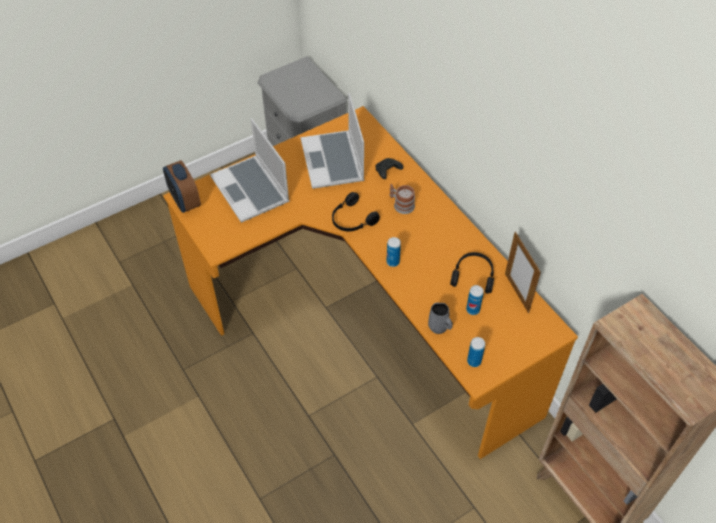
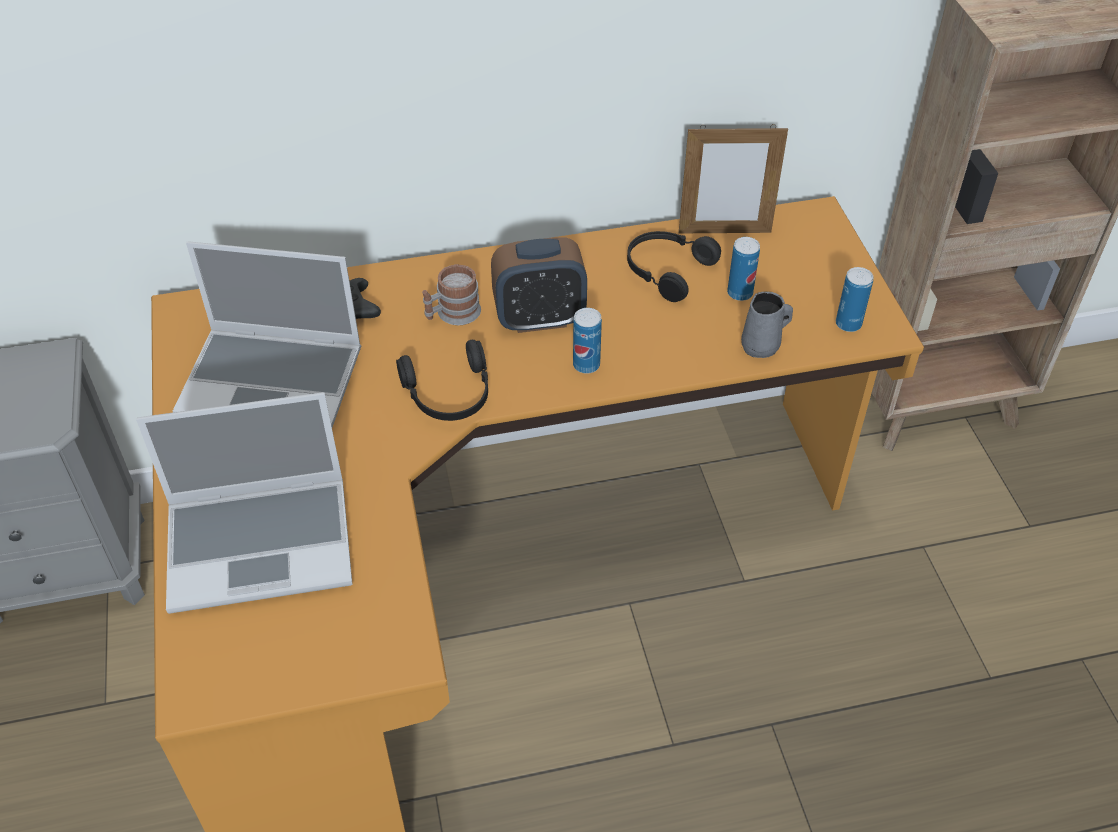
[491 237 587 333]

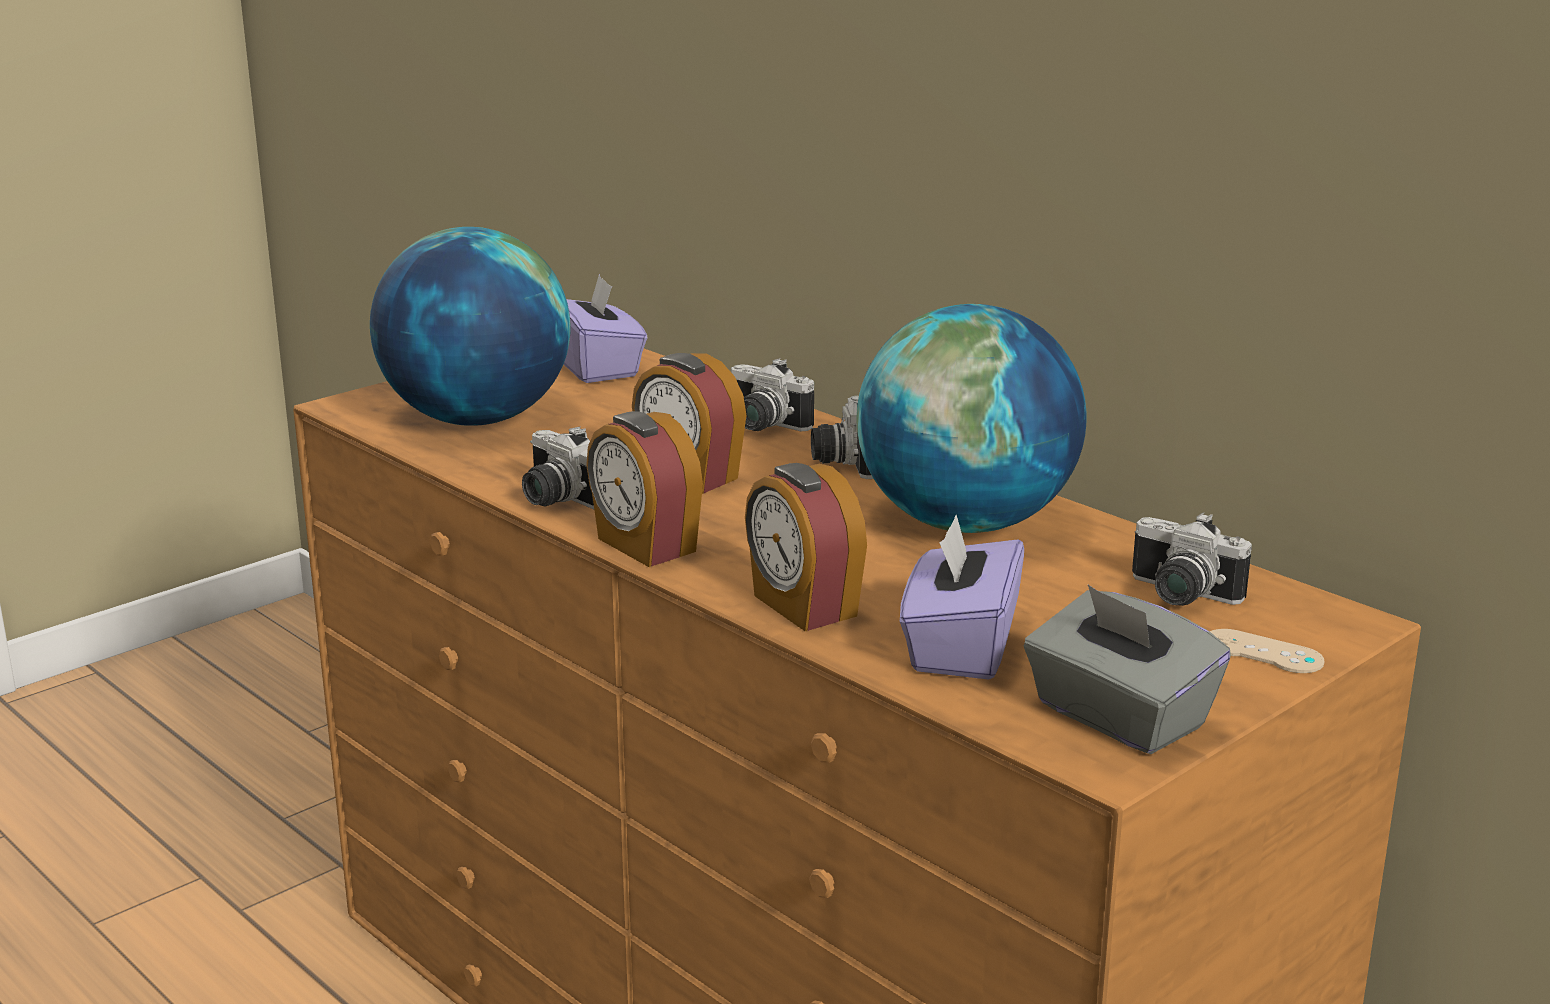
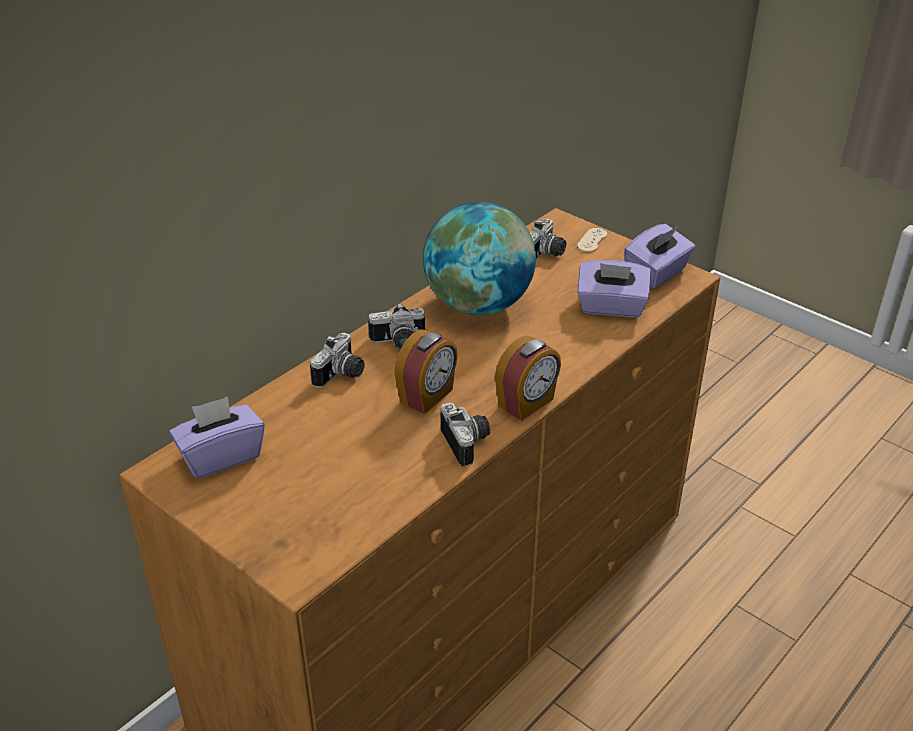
[370 227 571 426] (first image)
[441 403 490 467]
[745 463 867 631] (first image)
[624 224 695 288]

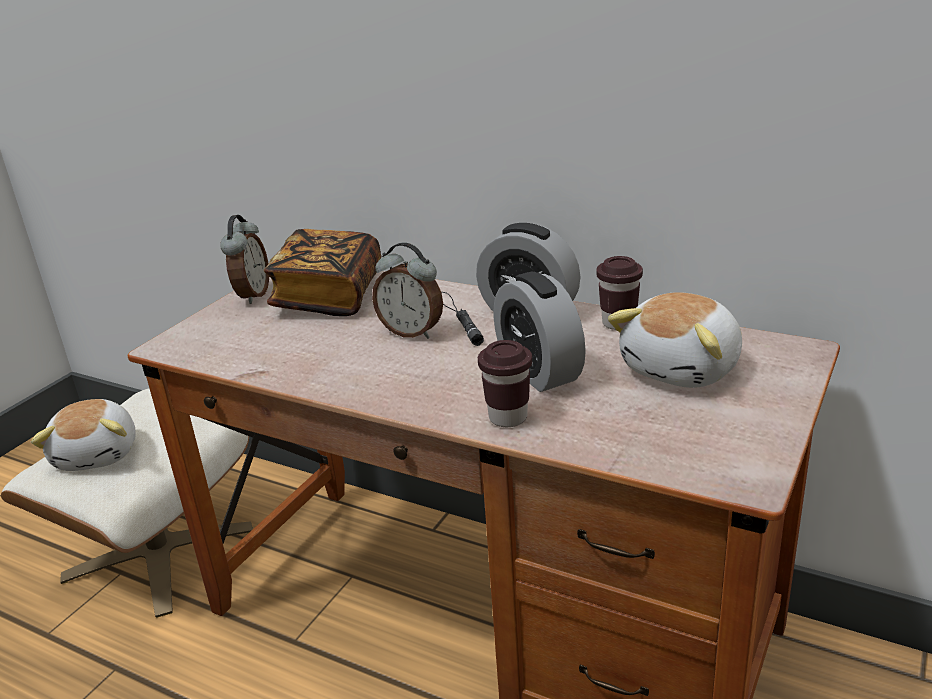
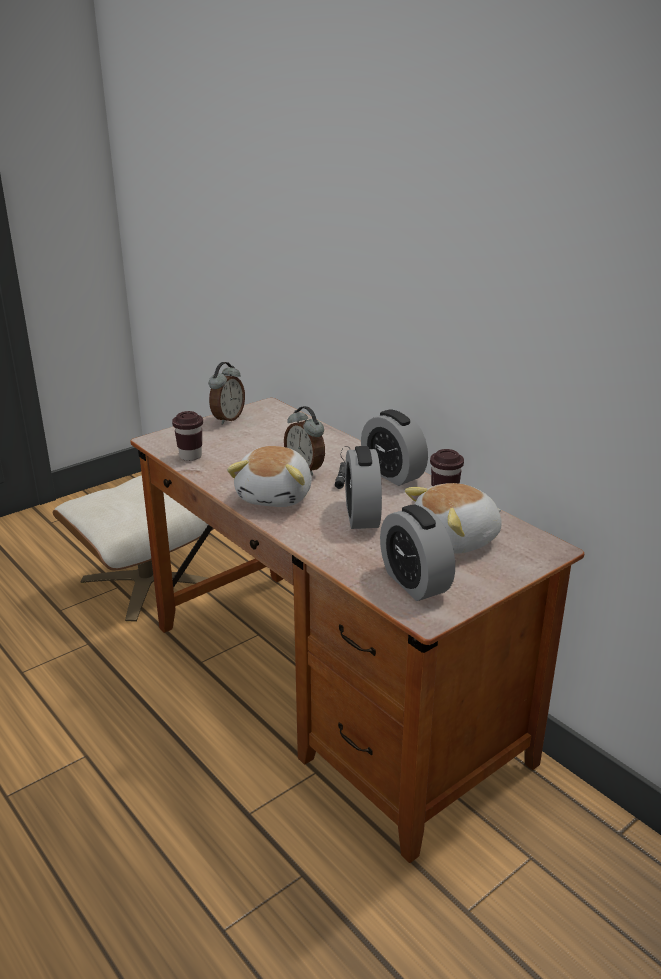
[264 229 381 316] (first image)
[172 411 203 461]
[227 446 312 507]
[380 504 455 601]

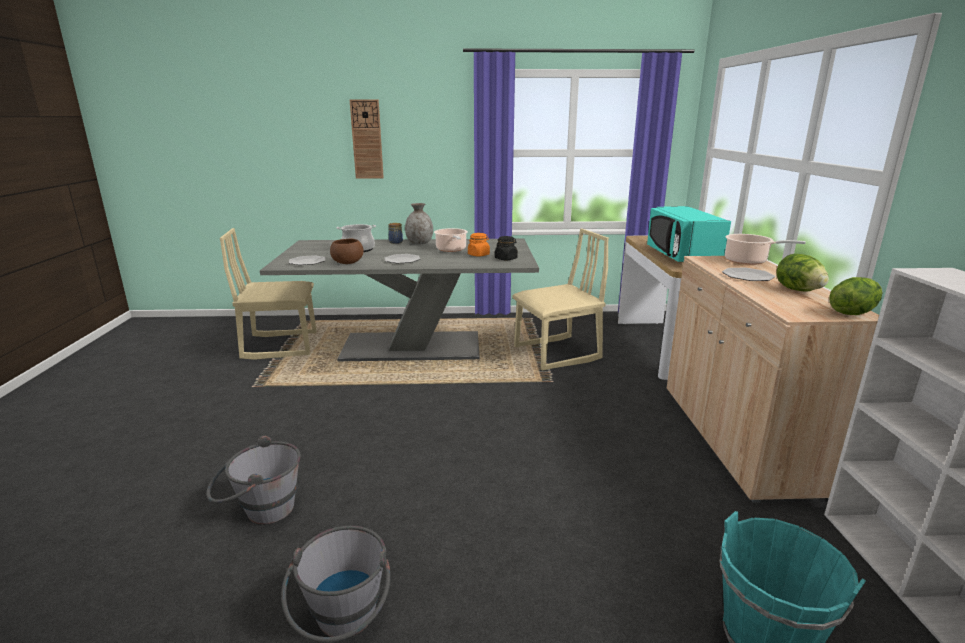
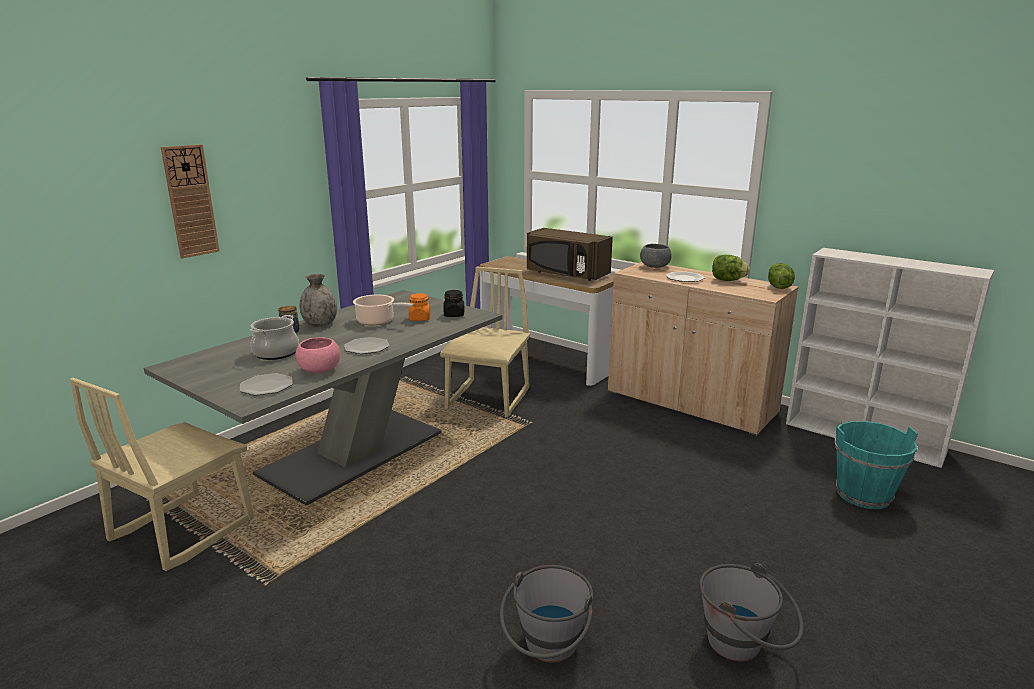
[527 228 613 281]
[640 244 672 268]
[295 337 340 373]

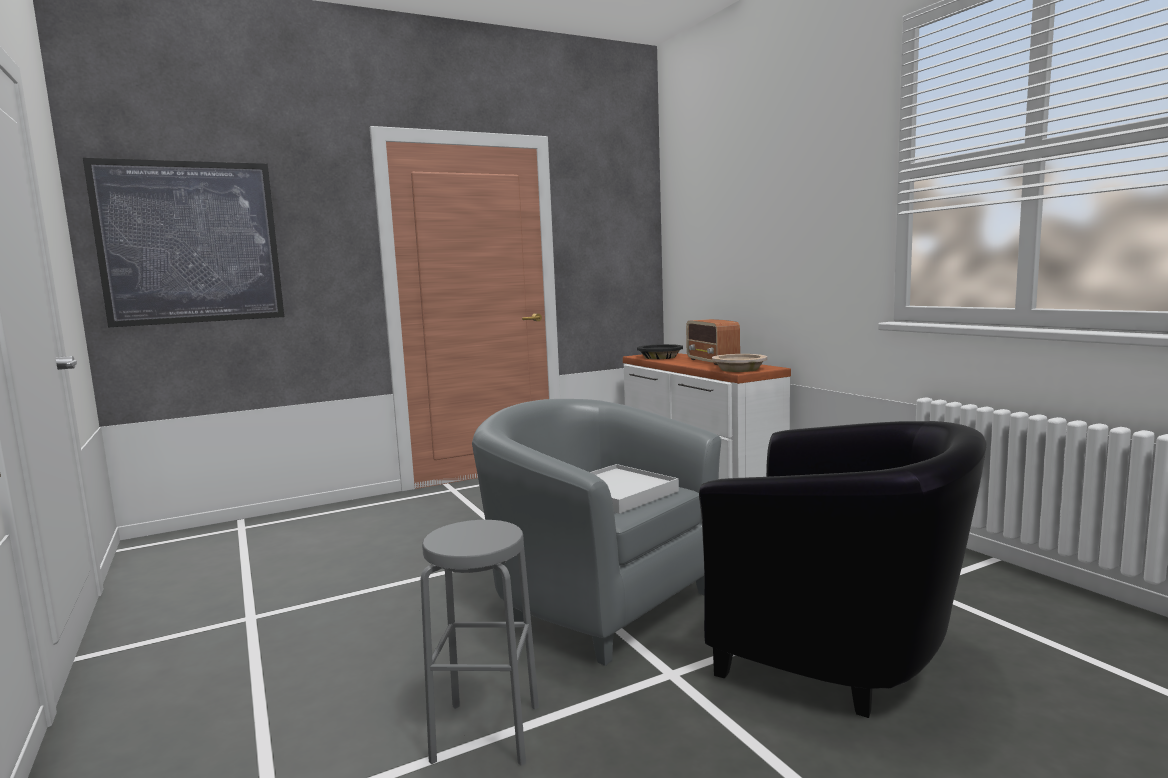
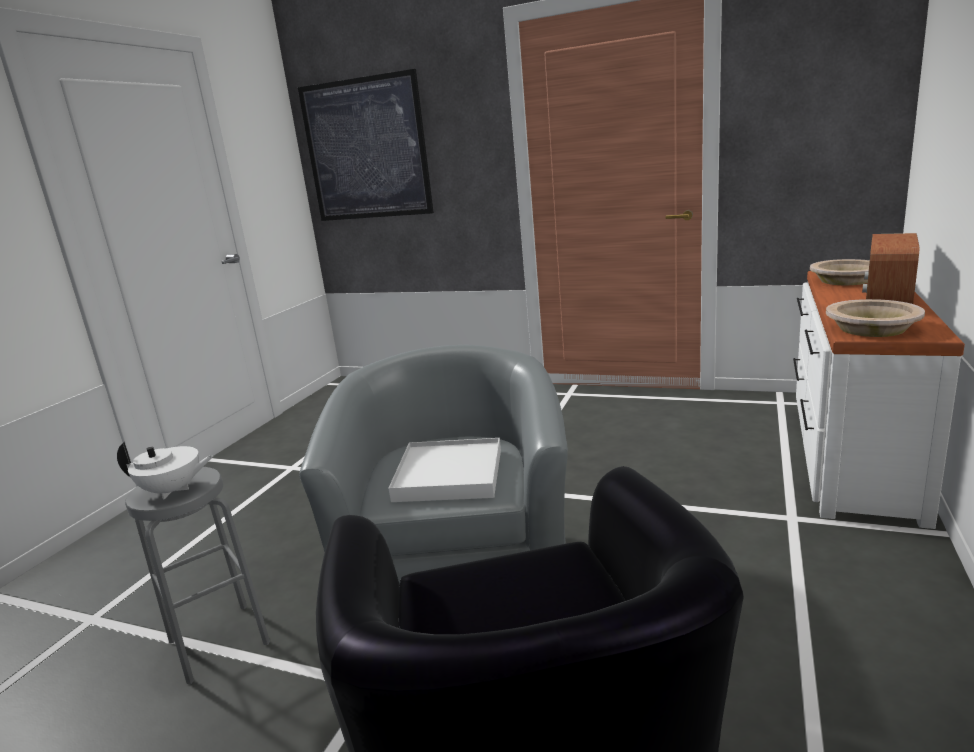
[810 259 870 285]
[117 442 213 499]

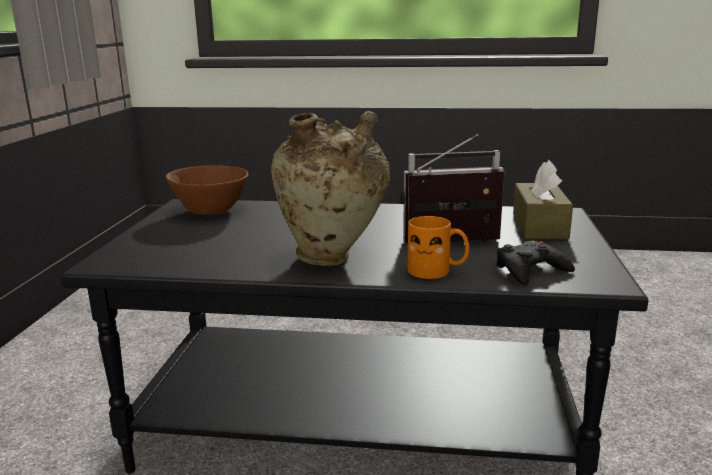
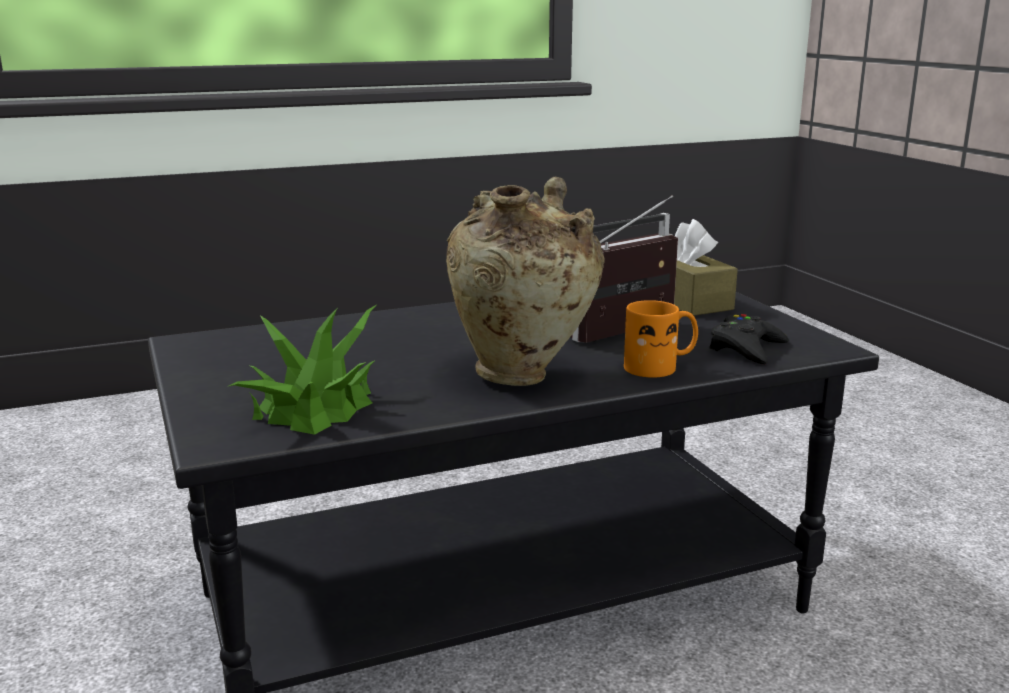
[166 165 248 215] (first image)
[227 305 376 435]

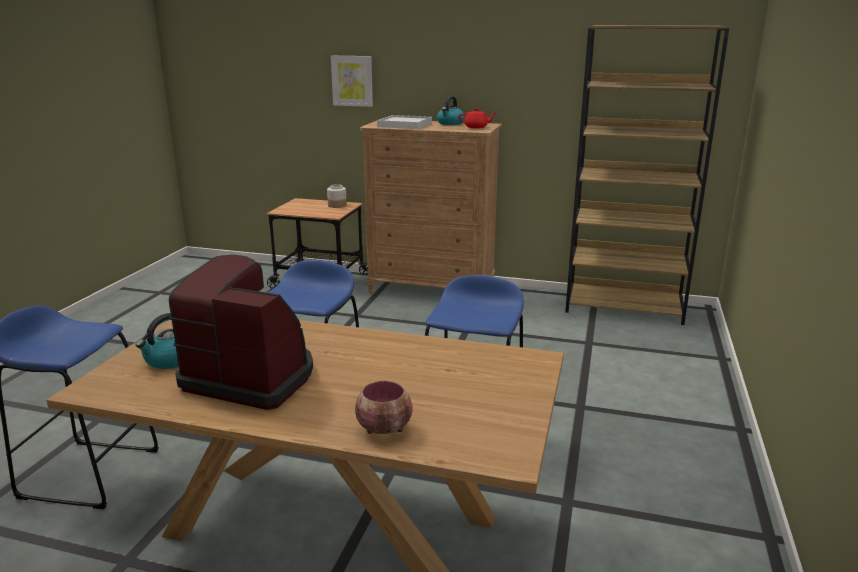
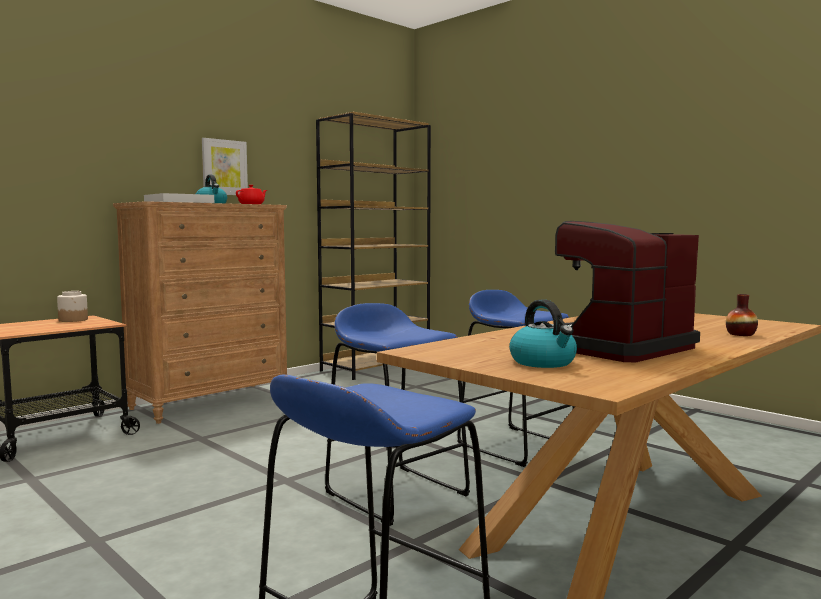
[202 138 248 195]
[726 294 758 336]

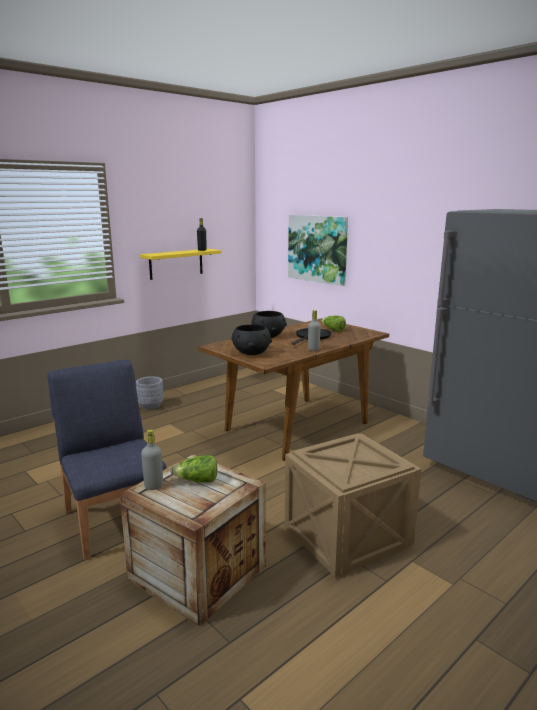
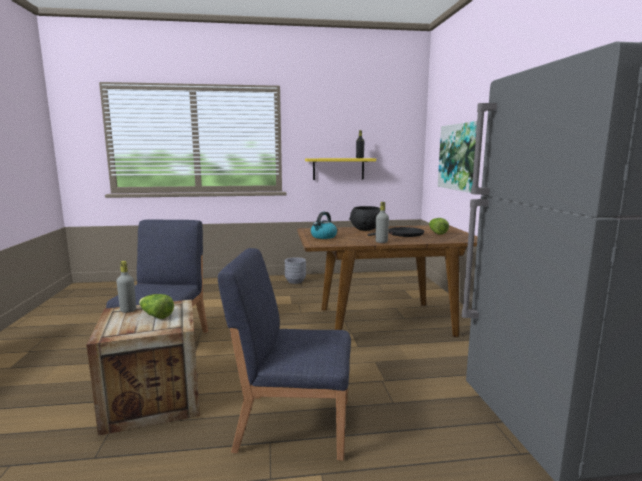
[311 212 337 239]
[218 248 351 461]

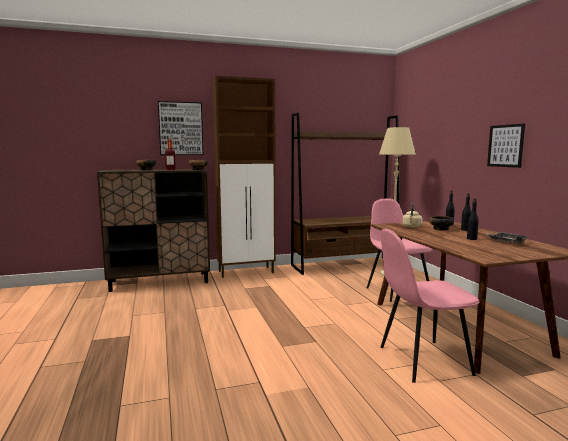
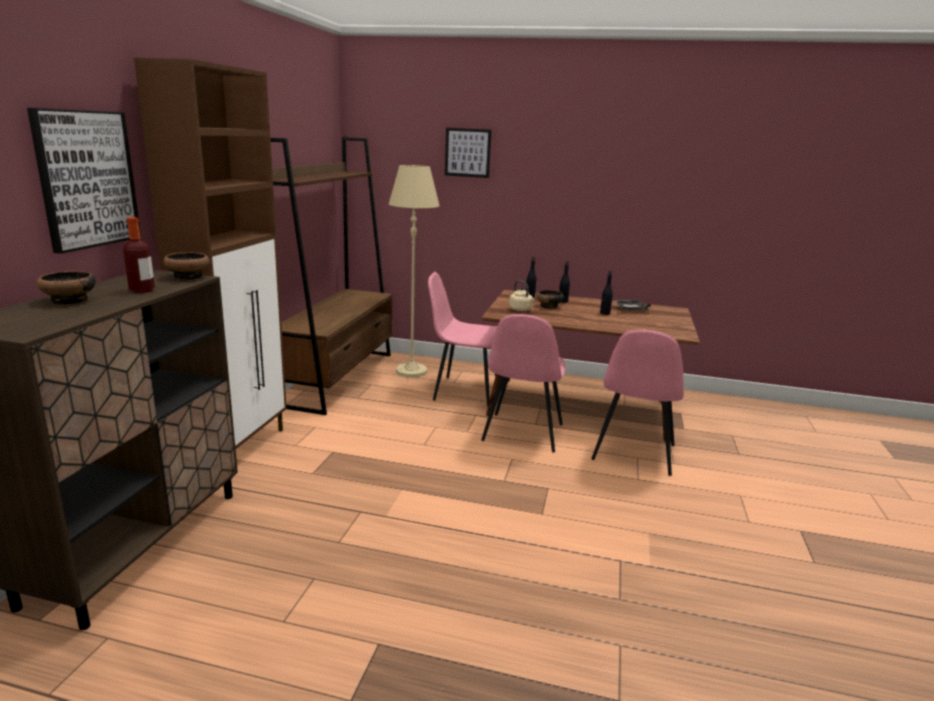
[445 128 492 178]
[481 314 565 453]

